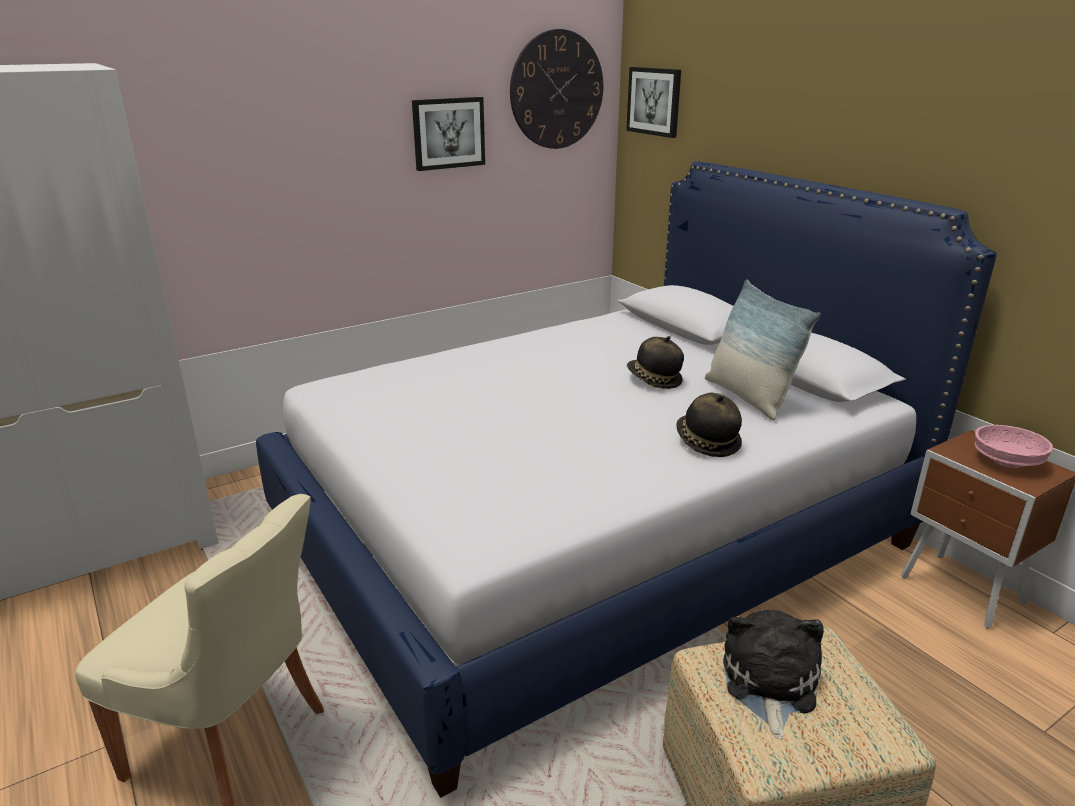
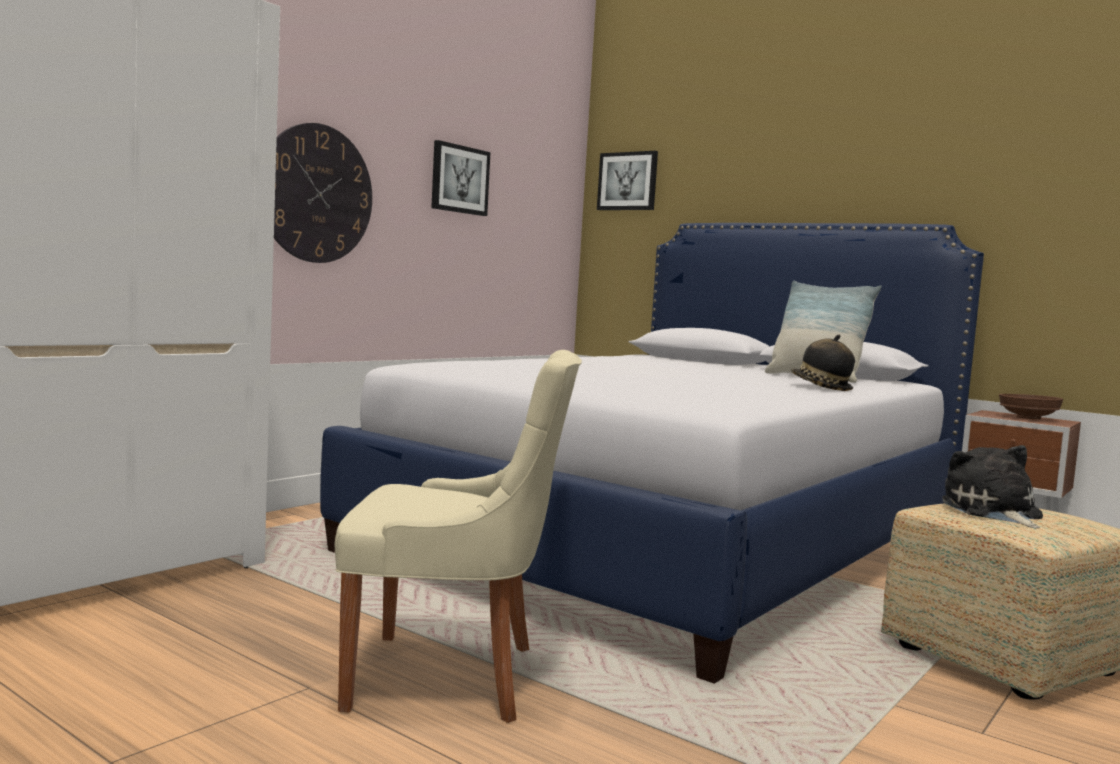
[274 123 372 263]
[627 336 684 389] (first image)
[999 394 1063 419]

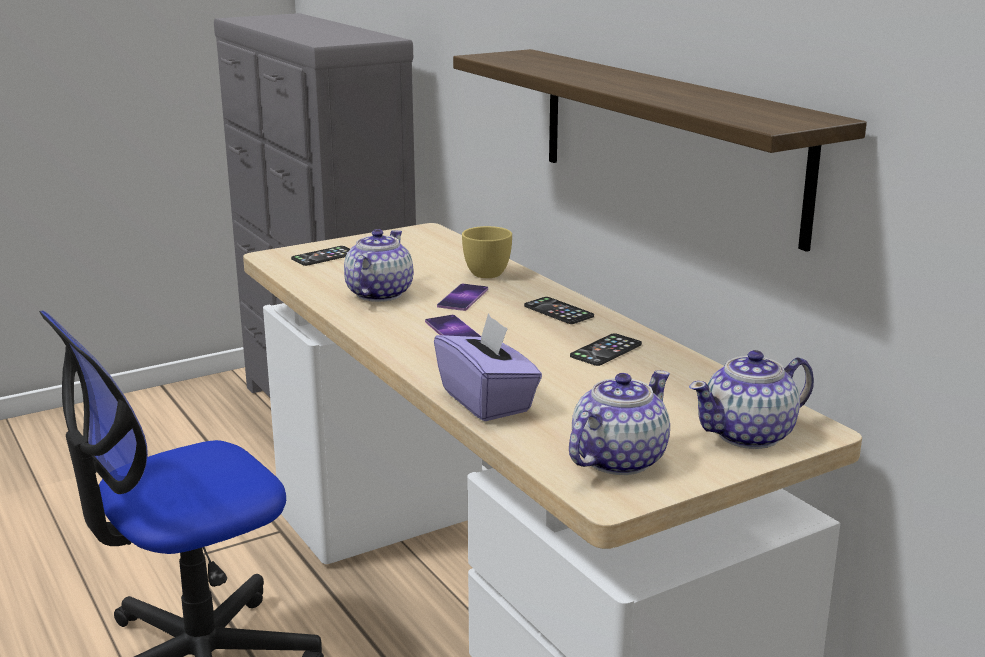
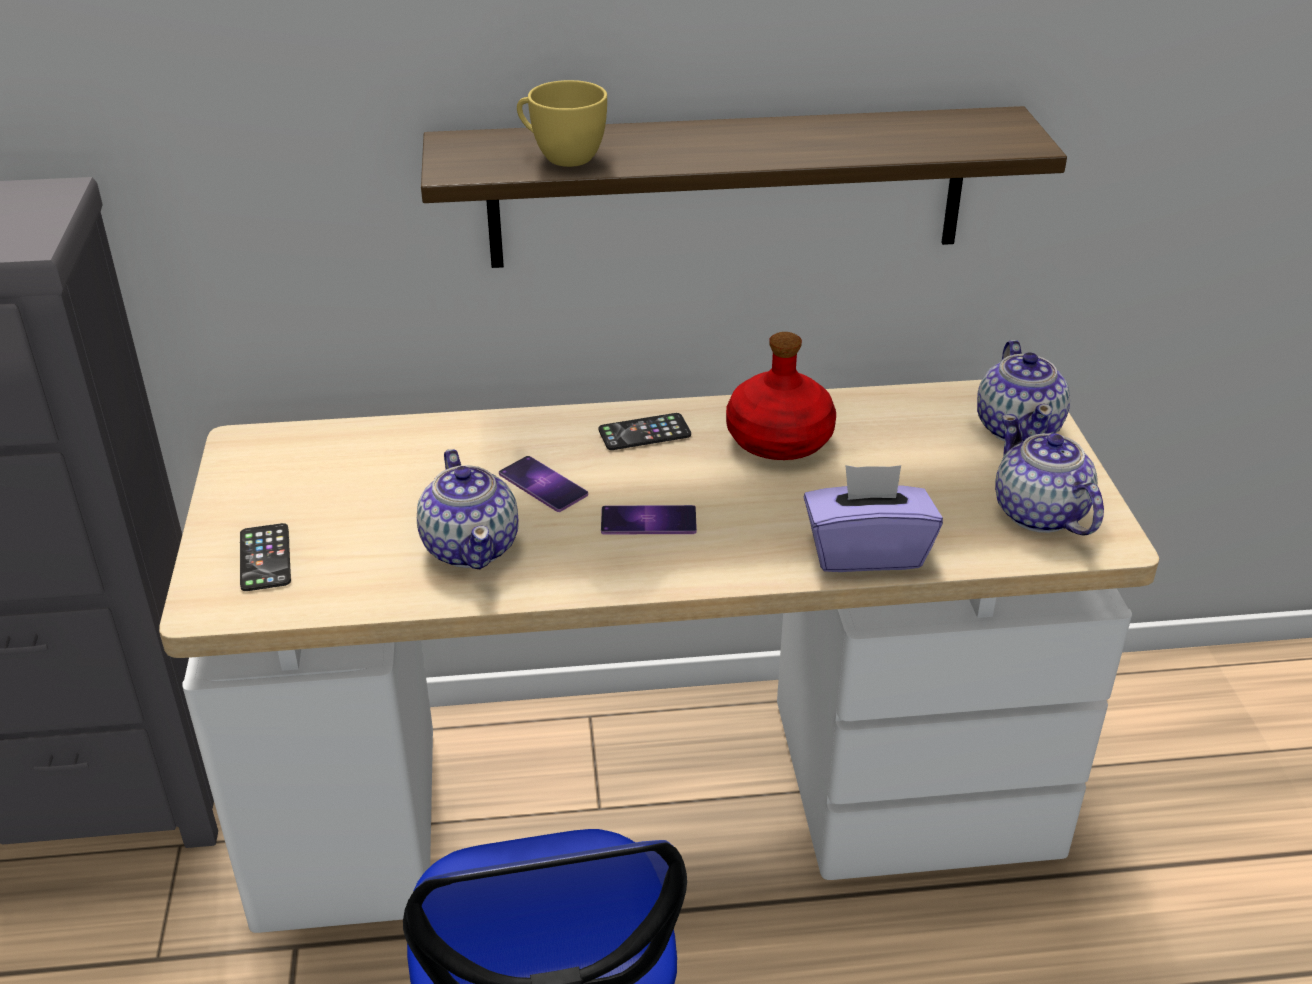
[517 80 607 167]
[417 449 519 569]
[726 332 836 460]

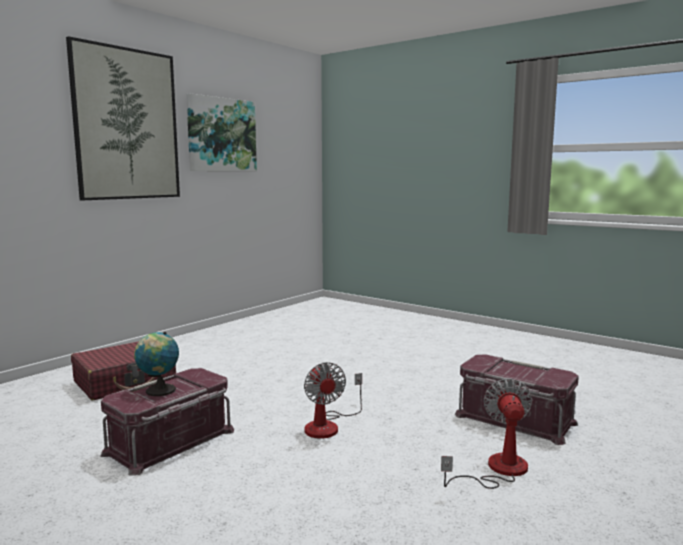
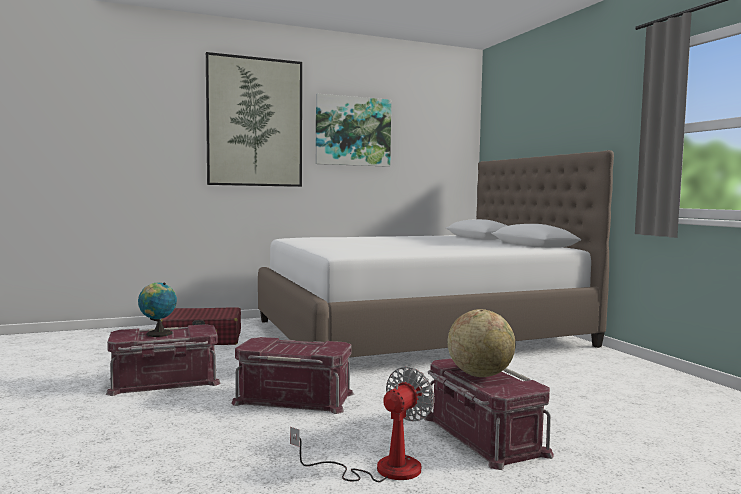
[231 337 354 414]
[258 150 614 358]
[447 309 515 377]

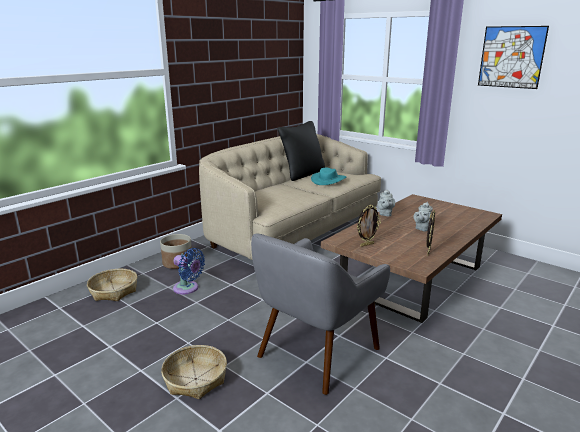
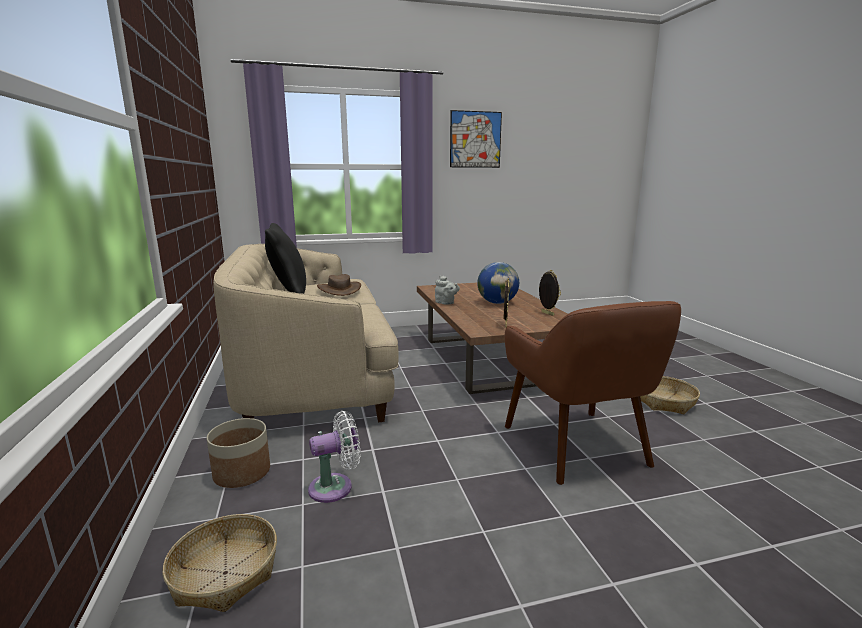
[317 274 361 296]
[477 262 519 304]
[505 301 681 485]
[308 411 360 503]
[640 376 700 414]

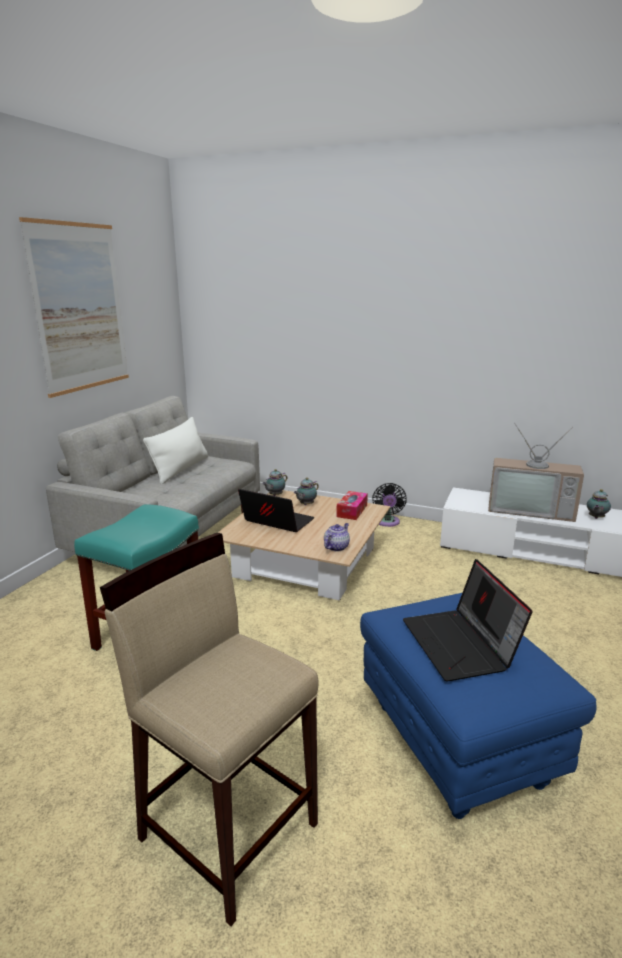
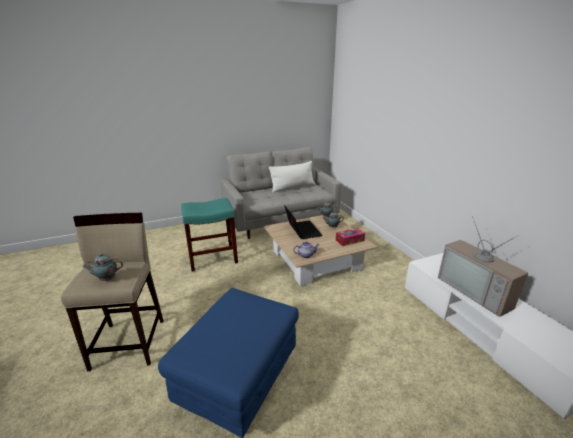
[19 217 129 398] (first image)
[372 483 407 527] (first image)
[83 253 123 281]
[403 559 533 681] (first image)

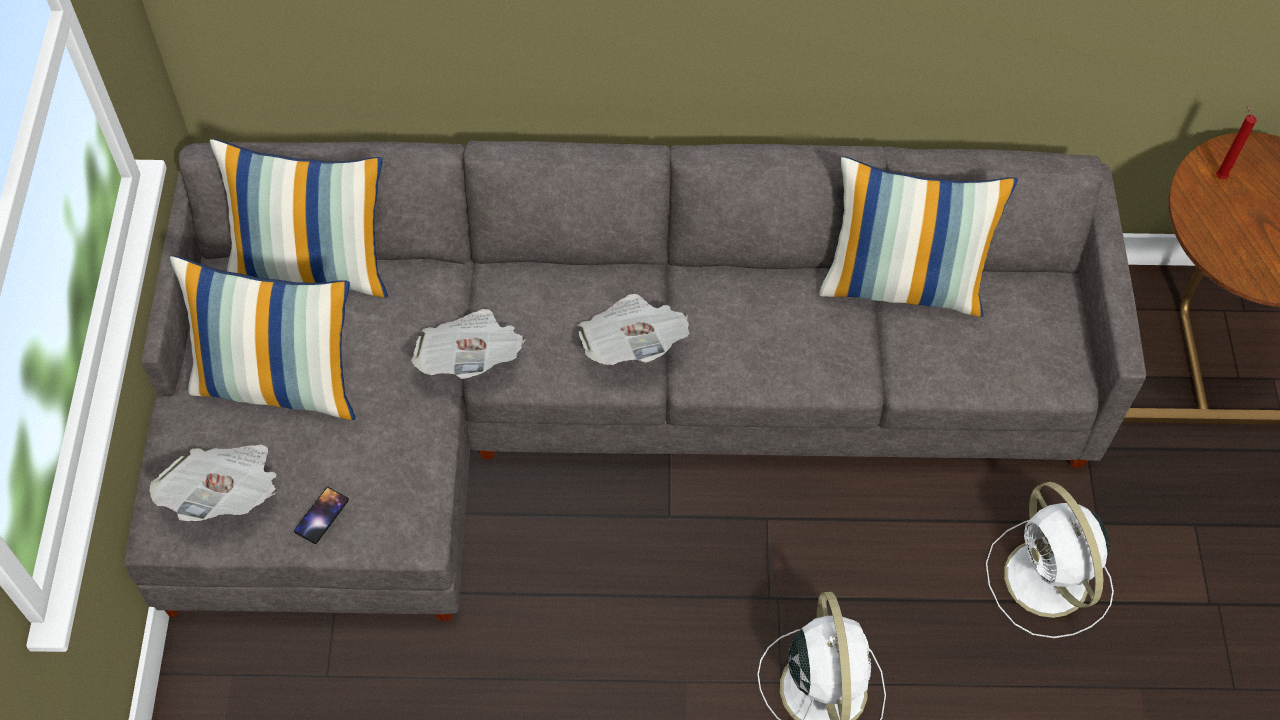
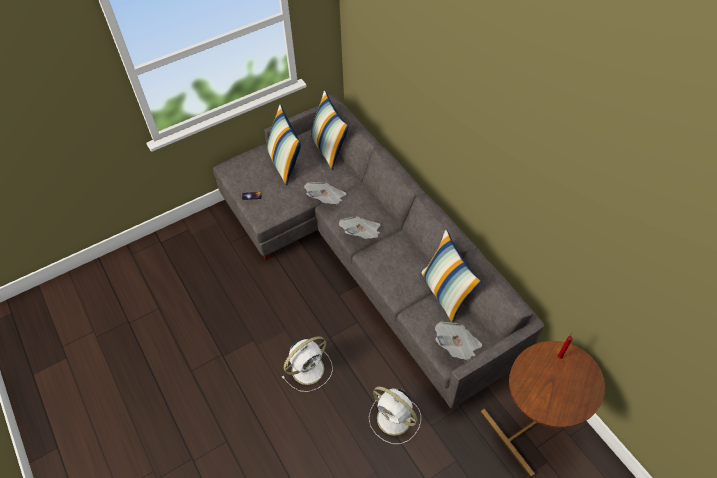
[435 322 482 361]
[369 387 421 444]

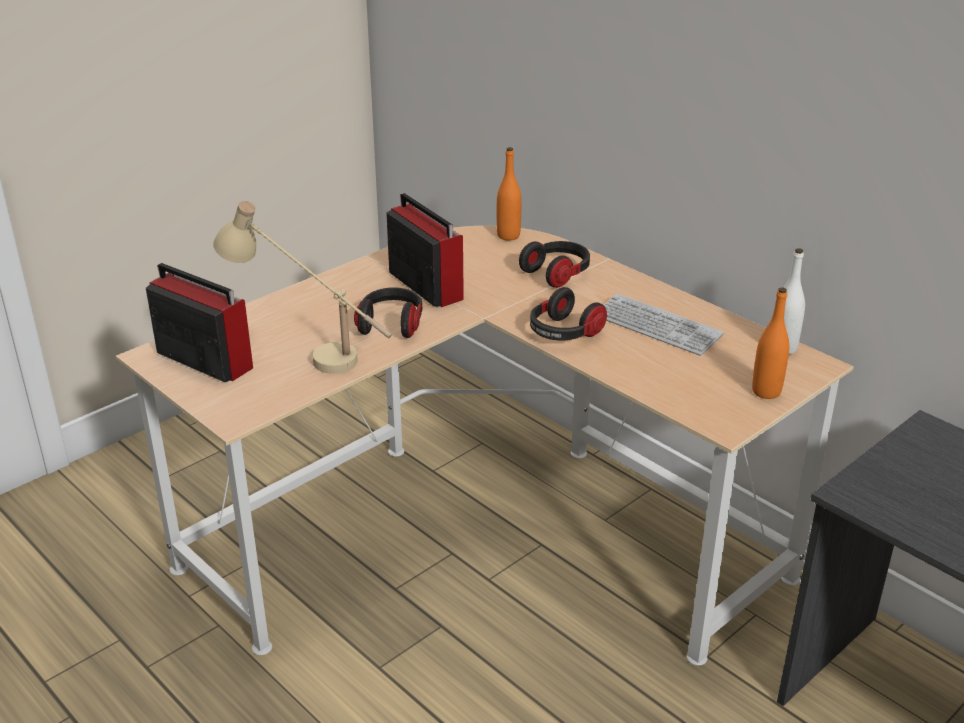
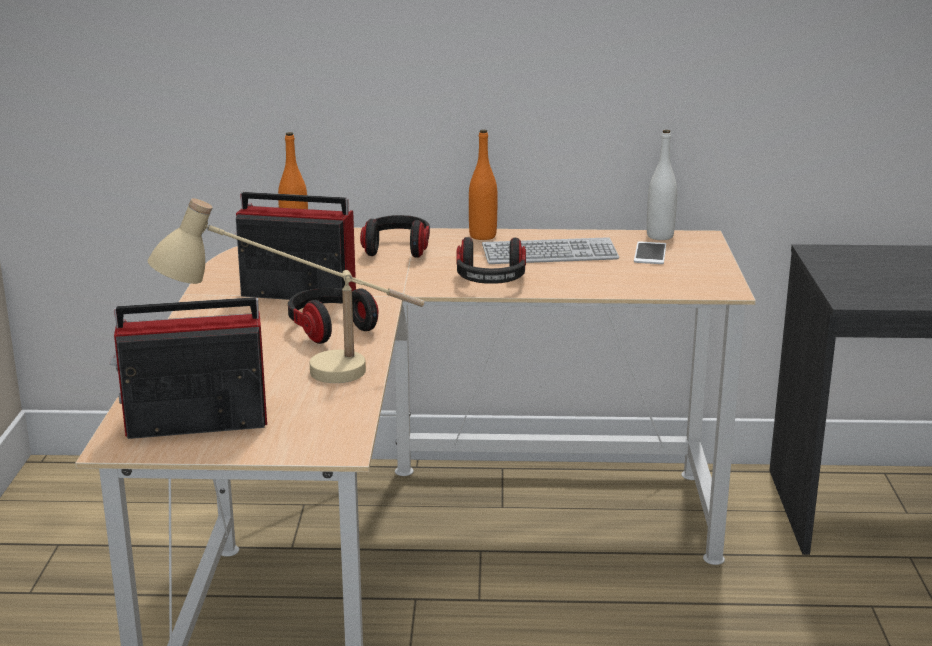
[469 130 498 240]
[634 241 666 264]

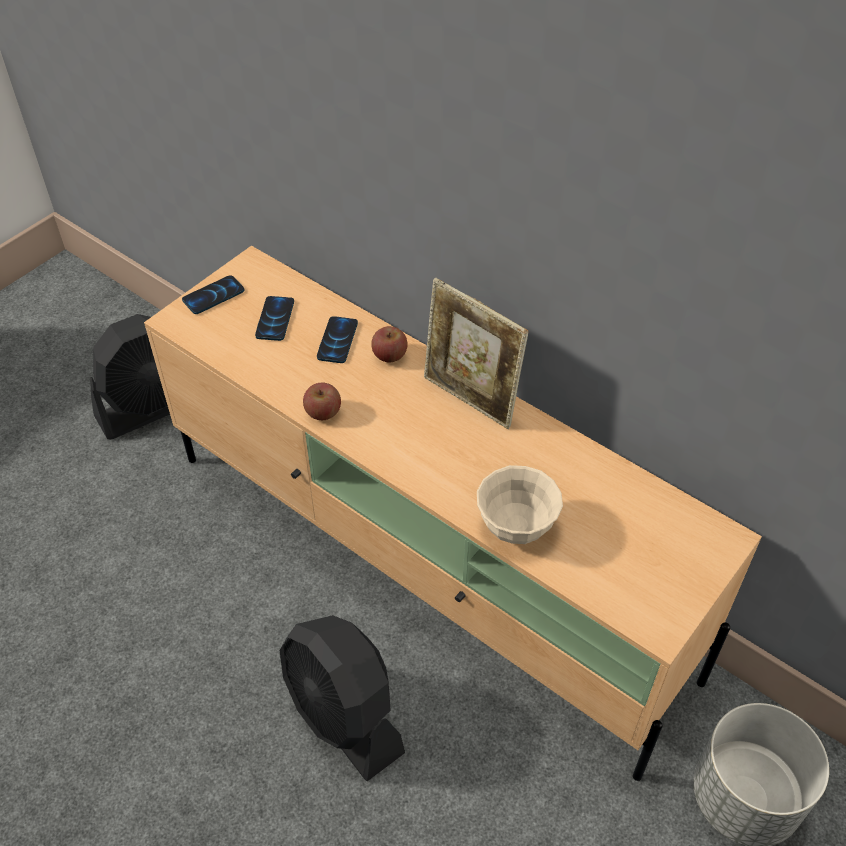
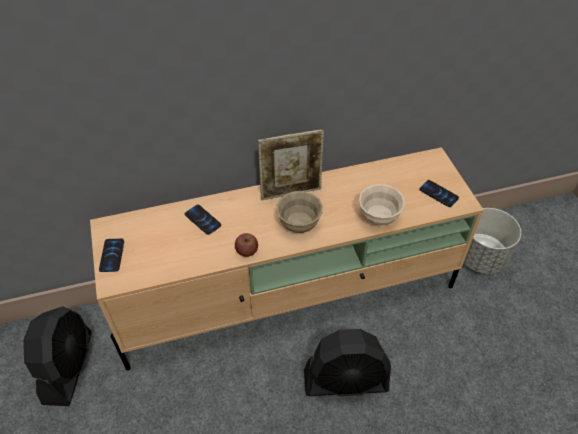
[419 180 459 207]
[371 326 407 362] (first image)
[276 191 323 233]

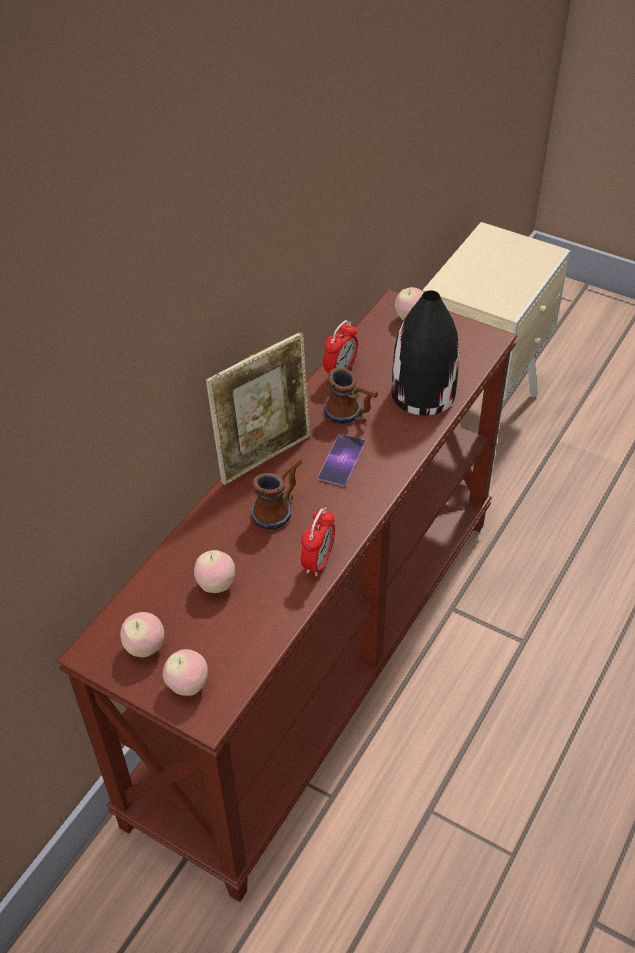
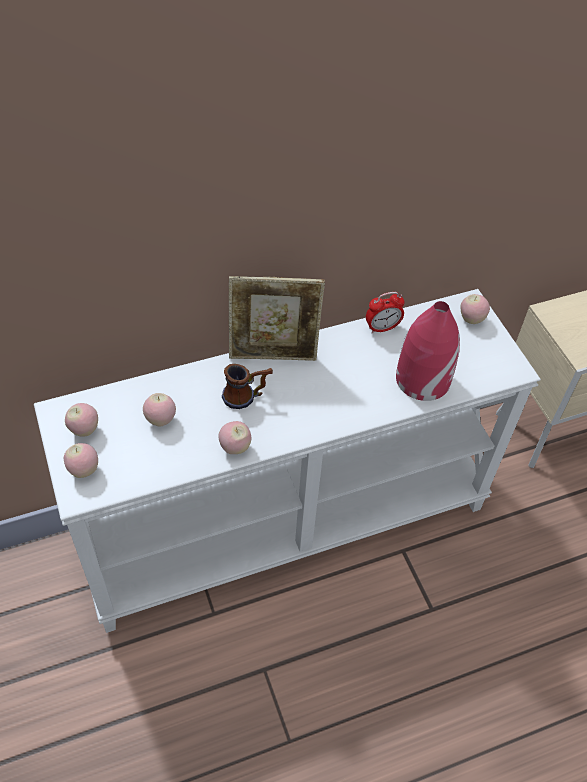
[34 289 541 633]
[396 301 460 401]
[324 368 378 424] (first image)
[318 434 365 487] (first image)
[218 421 251 454]

